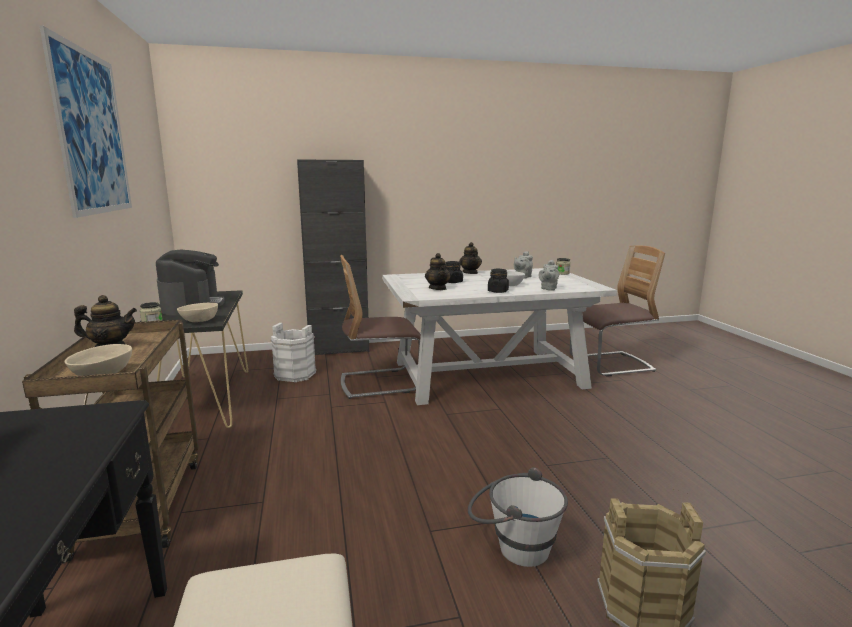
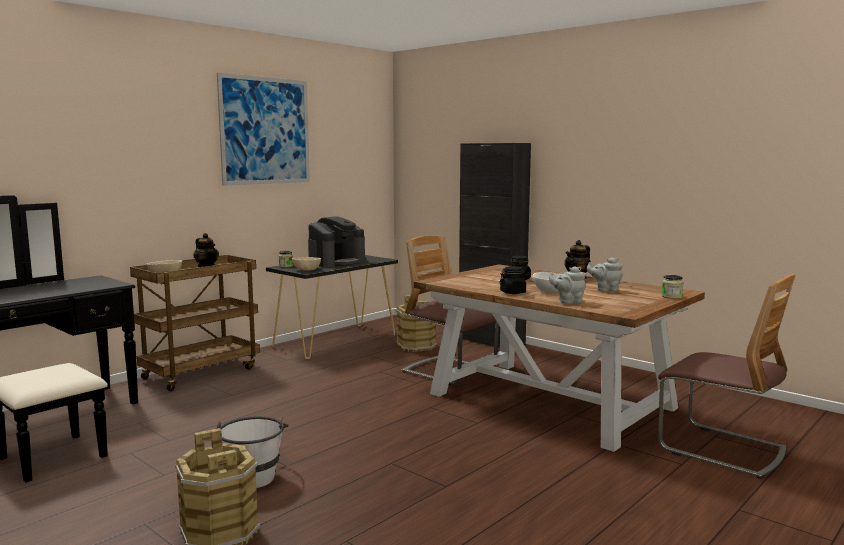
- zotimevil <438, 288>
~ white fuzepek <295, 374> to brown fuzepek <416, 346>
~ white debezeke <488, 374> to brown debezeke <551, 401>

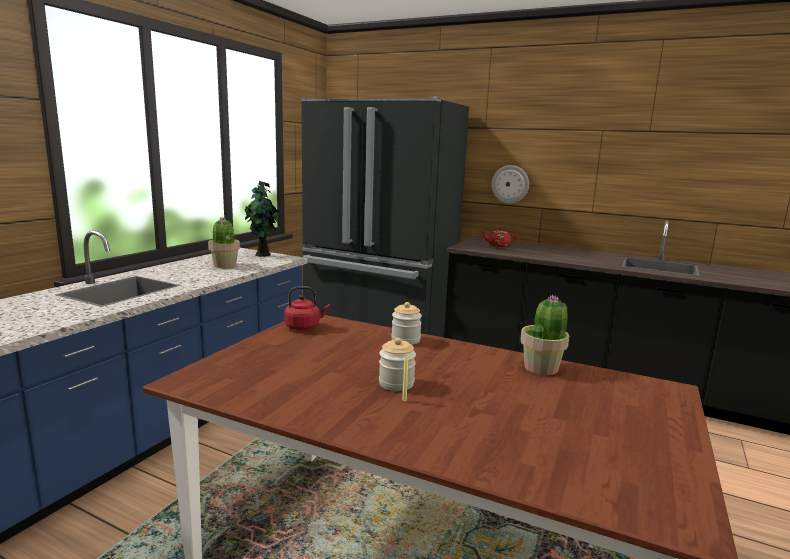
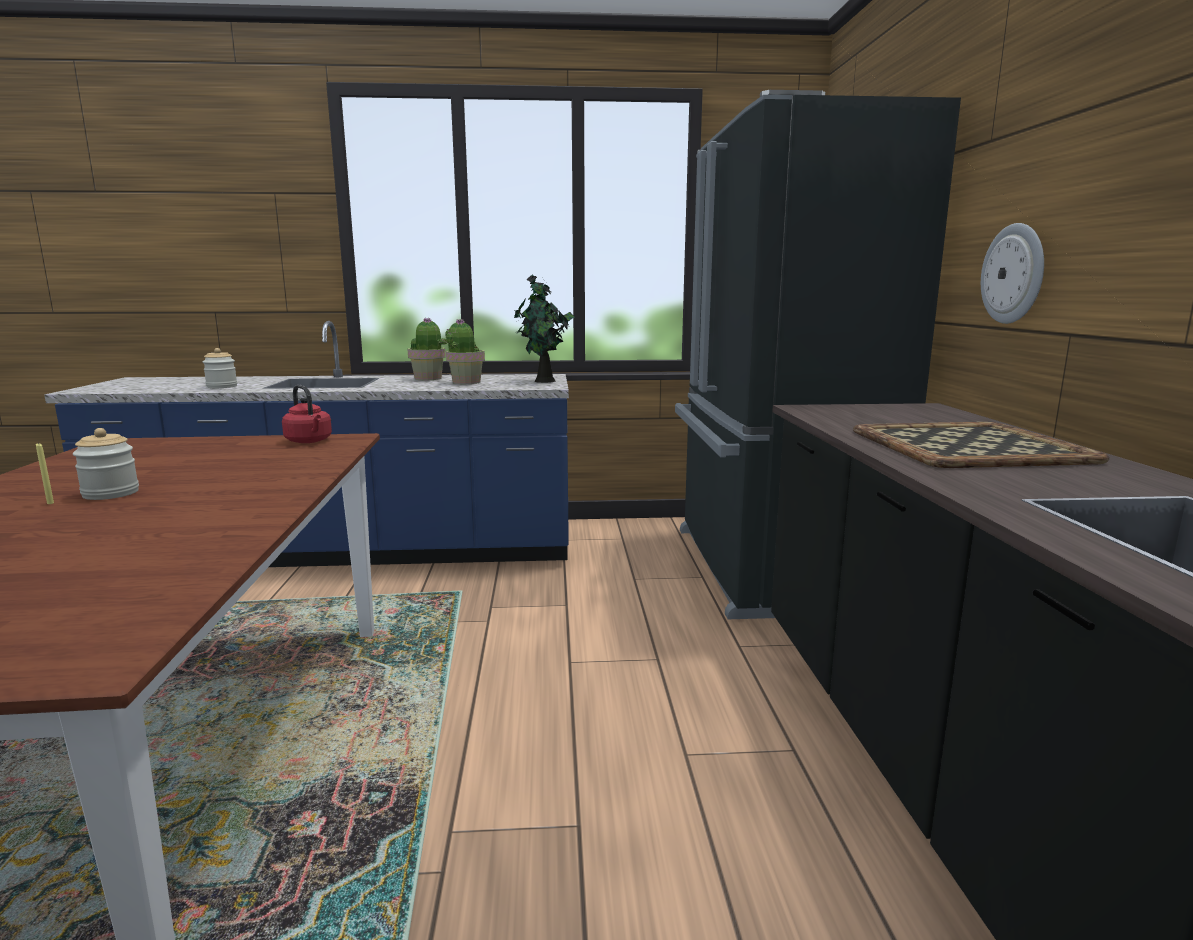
- red zotimevil <498, 245>
+ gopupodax <968, 445>
~ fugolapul <405, 340> to <222, 386>
~ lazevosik <541, 368> to <428, 378>

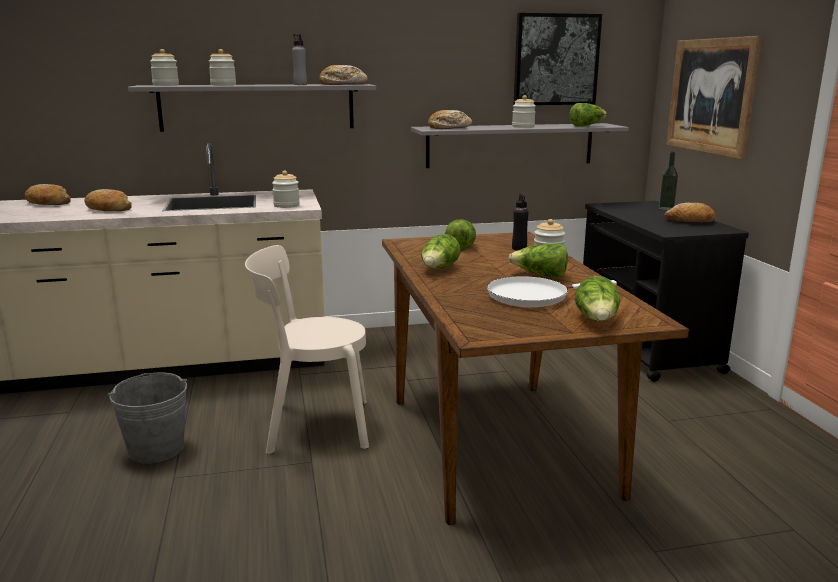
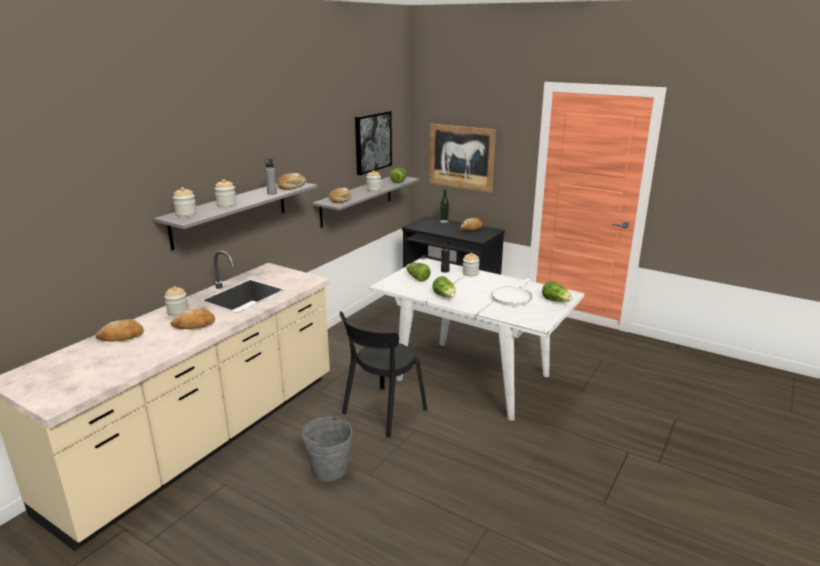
- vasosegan <540, 275>
~ fugolapul <286, 205> to <178, 312>
~ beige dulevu <312, 425> to black dulevu <382, 413>
~ brown debezeke <497, 442> to white debezeke <471, 378>

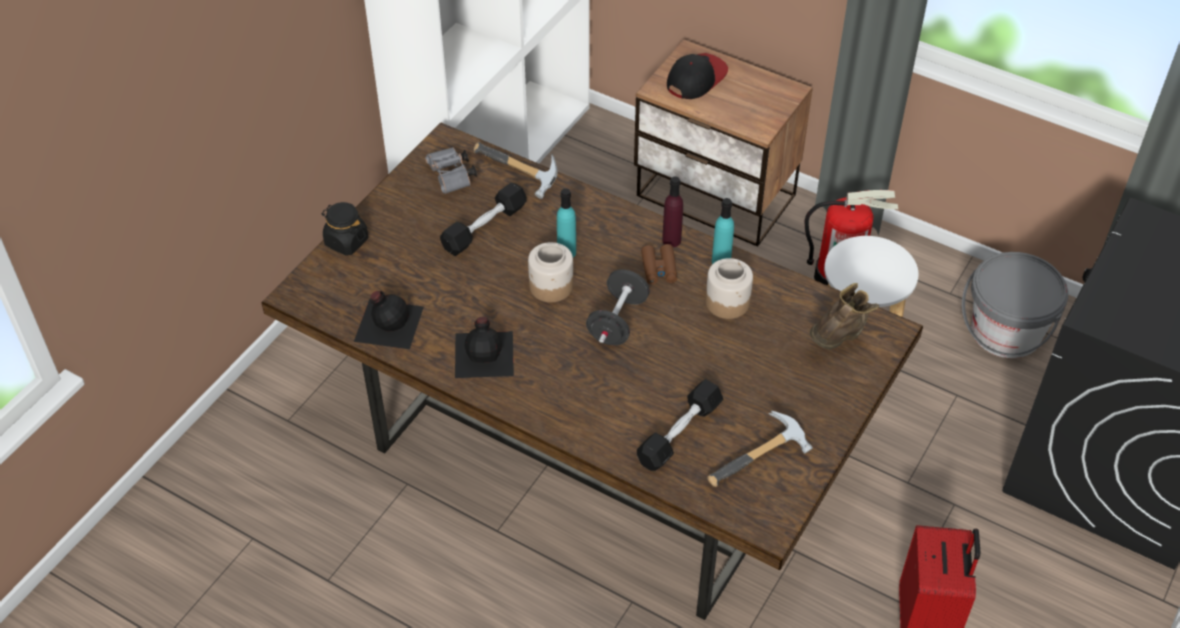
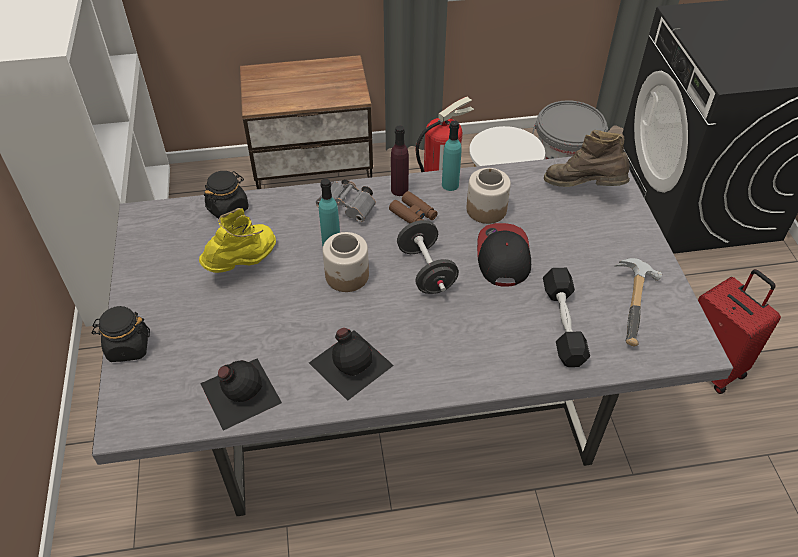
~ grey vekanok <452, 178> to <349, 208>
~ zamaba <696, 78> to <503, 256>
~ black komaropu <484, 228> to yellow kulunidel <244, 263>
~ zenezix <516, 175> to black fugolapul <228, 209>
~ brown debezeke <588, 450> to grey debezeke <397, 401>
~ brown kulunidel <840, 337> = <583, 188> 60 degrees counterclockwise

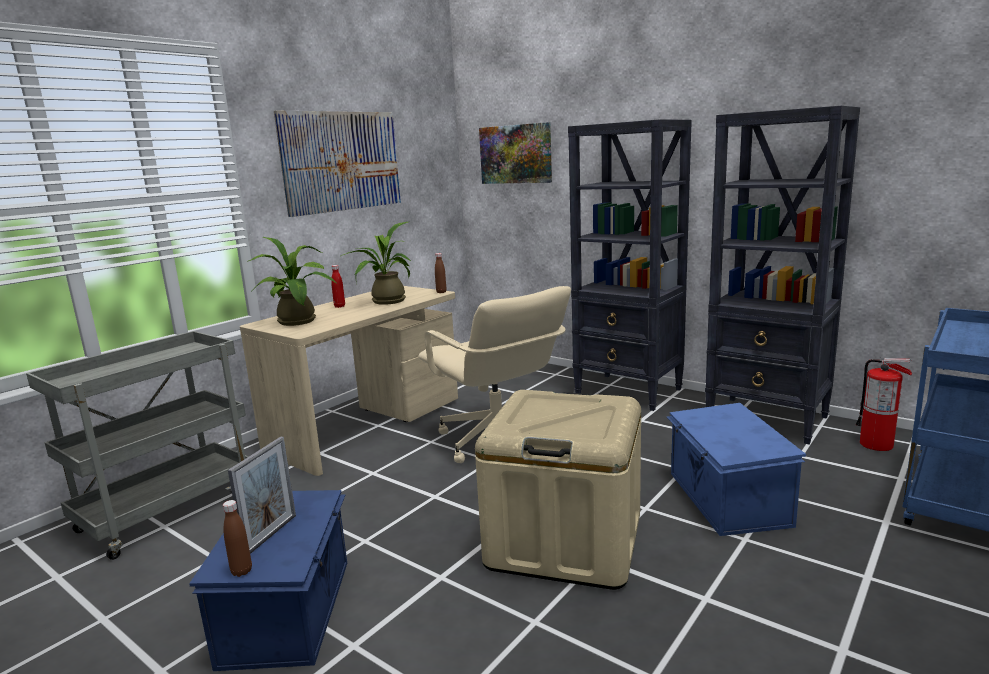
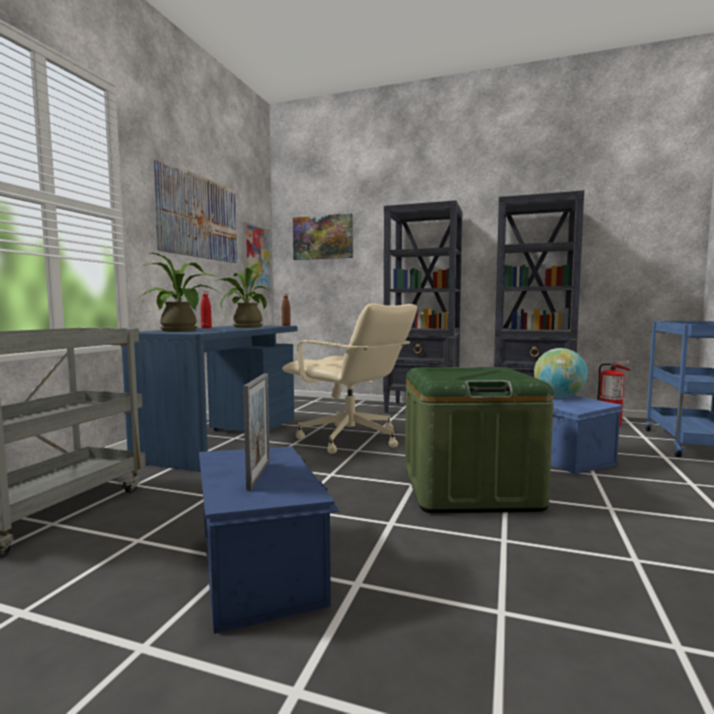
- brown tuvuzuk <241, 571>
+ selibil <256, 257>
+ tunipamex <559, 396>
~ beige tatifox <368, 425> to blue tatifox <225, 438>
~ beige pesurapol <565, 540> to green pesurapol <469, 488>

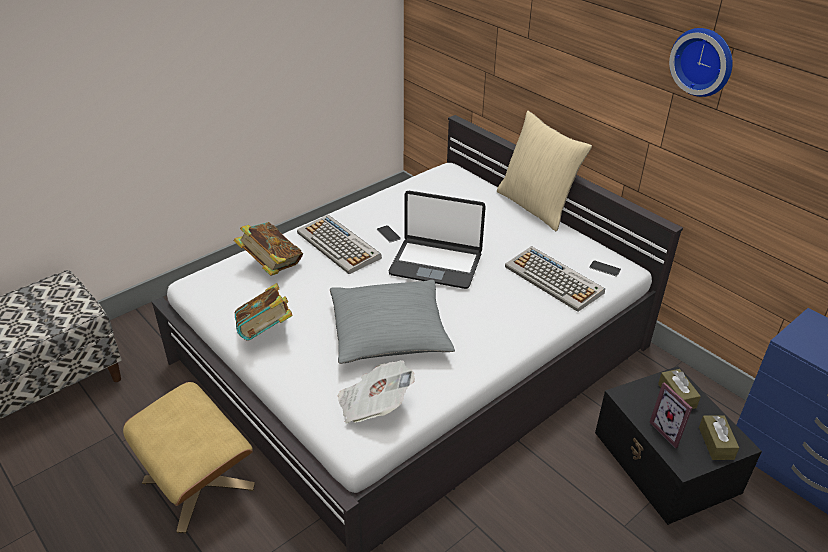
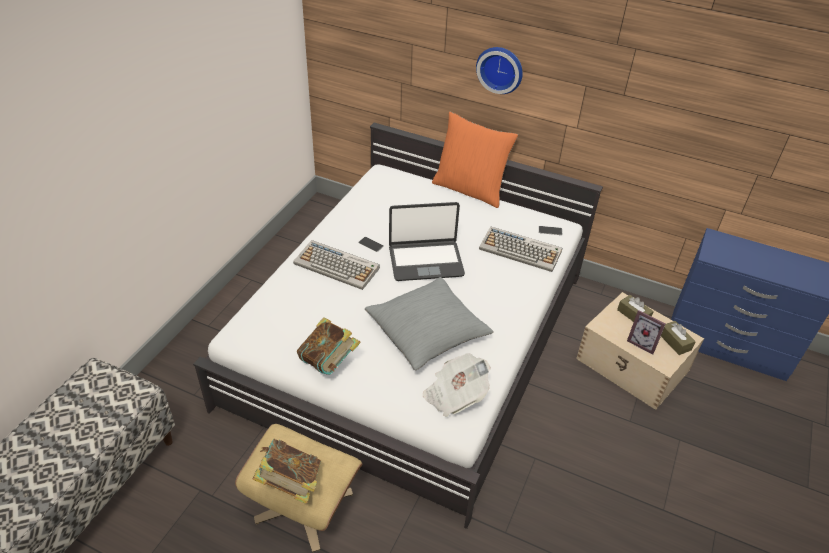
~ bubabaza <271, 266> to <290, 483>
~ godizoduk <703, 61> to <500, 69>
~ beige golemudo <536, 206> to orange golemudo <470, 189>
~ black pesurapol <666, 463> to beige pesurapol <633, 365>

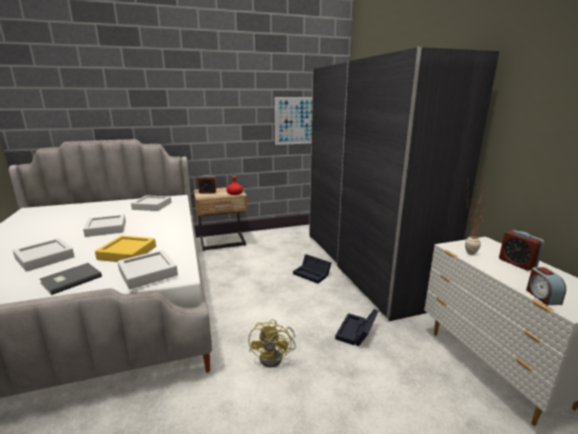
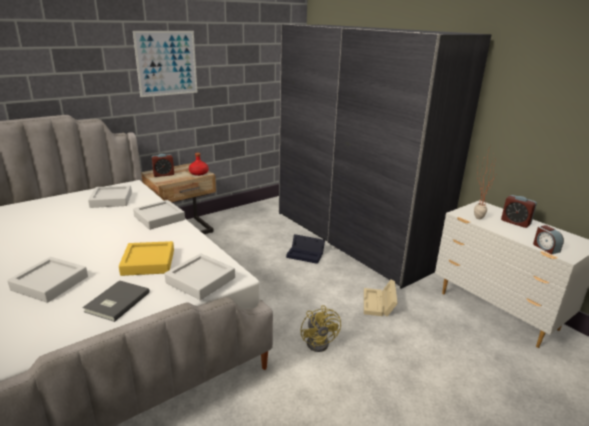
~ grey gopupodax <106, 228> to <159, 218>
~ selibil <296, 121> to <166, 63>
~ black pesurapol <356, 333> to beige pesurapol <379, 304>

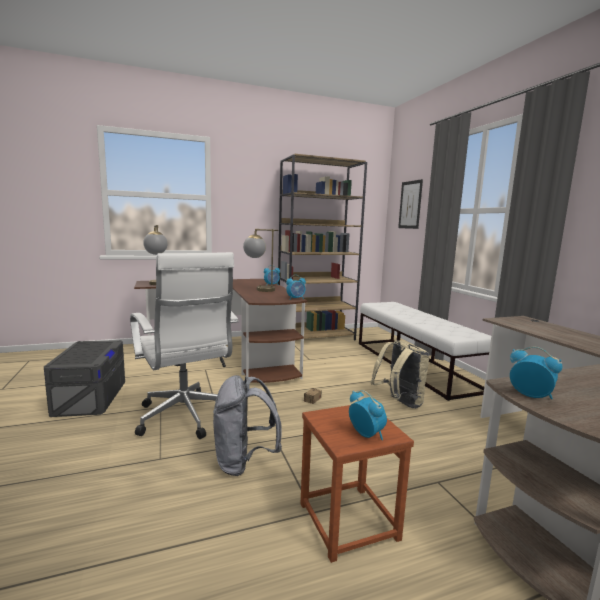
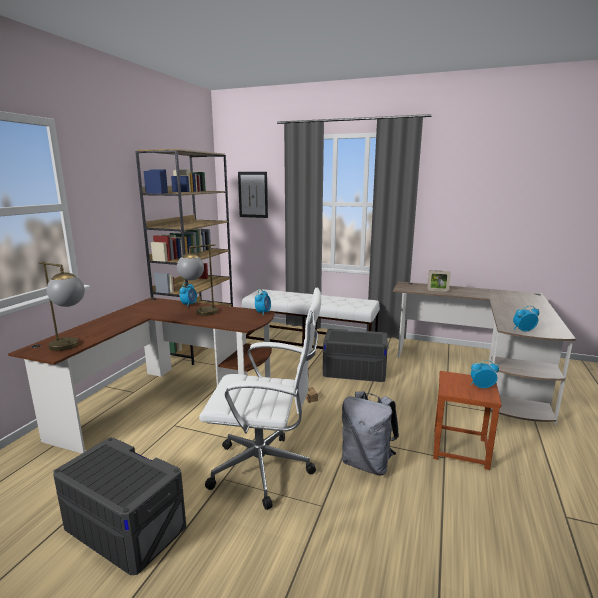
+ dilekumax <437, 290>
~ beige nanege <399, 403> to grey pesurapol <354, 371>

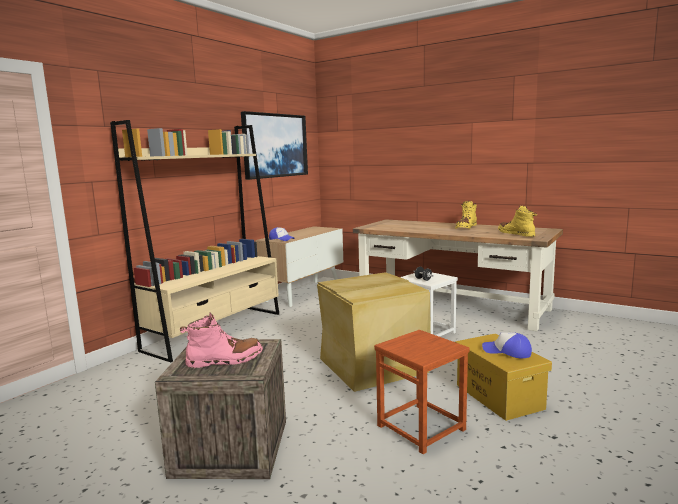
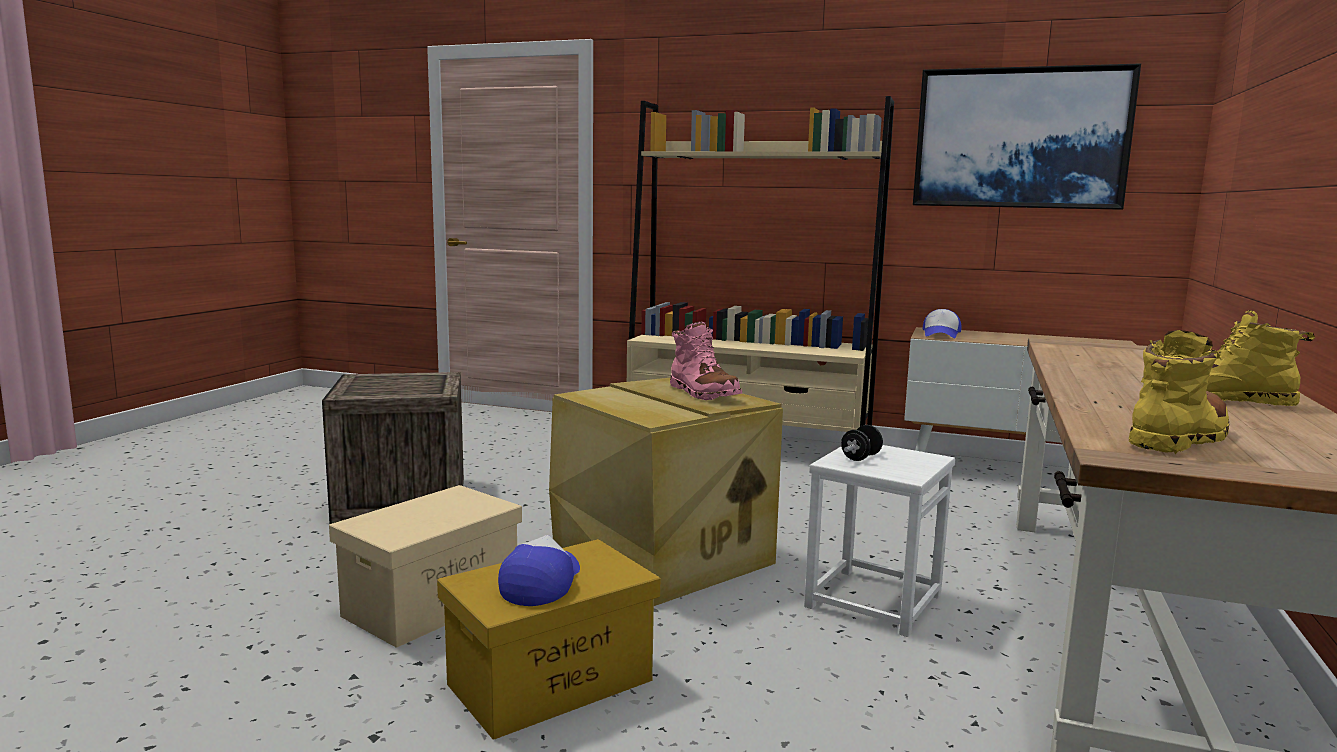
~ pink kulunidel <224, 360> to <703, 393>
~ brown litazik <421, 427> to beige pesurapol <431, 605>

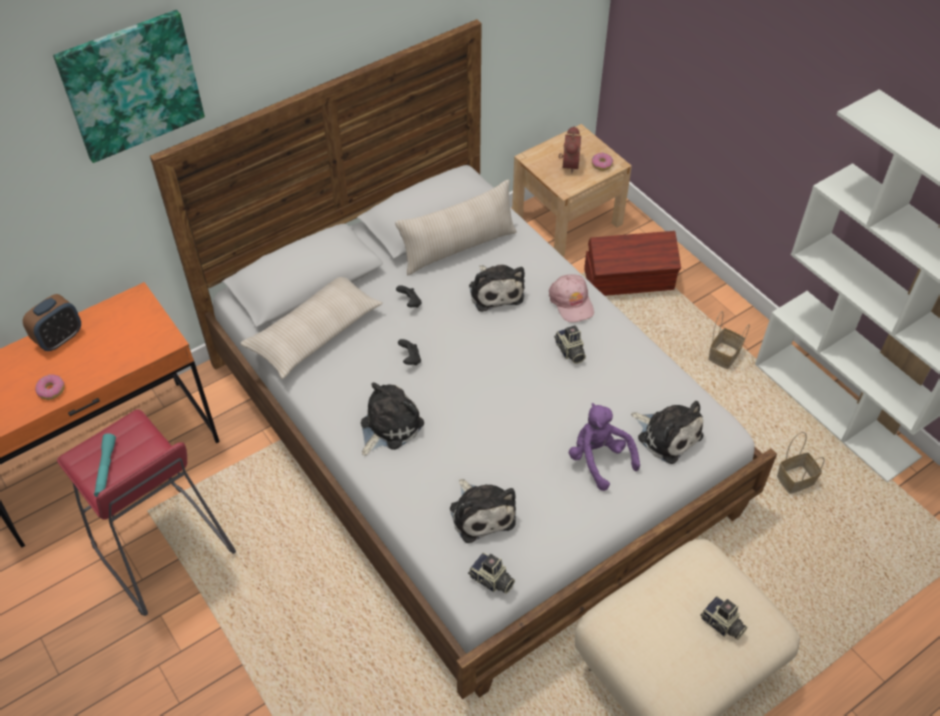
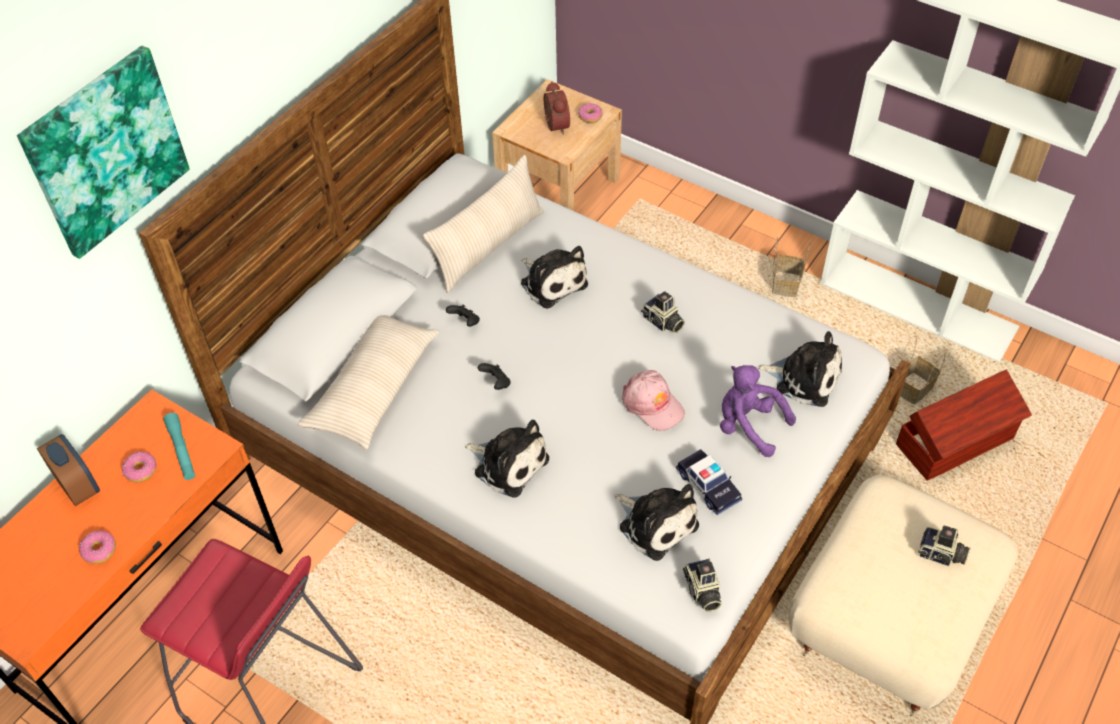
+ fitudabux <141, 470>
+ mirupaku <708, 486>
~ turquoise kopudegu <106, 468> to <181, 450>
~ pink zamaba <571, 302> to <652, 404>
~ brown pesurapol <629, 280> to <956, 442>
~ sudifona <60, 338> = <79, 486> 60 degrees counterclockwise
~ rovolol <388, 426> = <508, 464> 105 degrees clockwise
~ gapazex <491, 581> = <702, 592> 60 degrees clockwise

